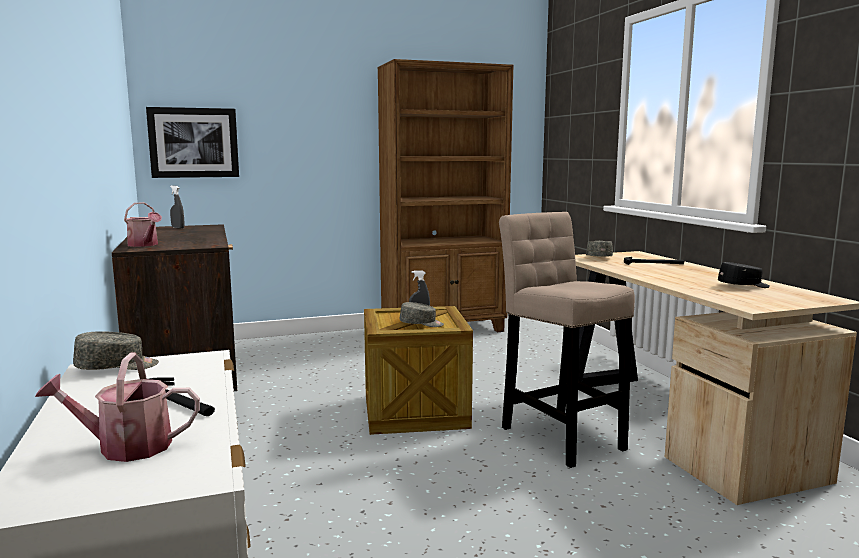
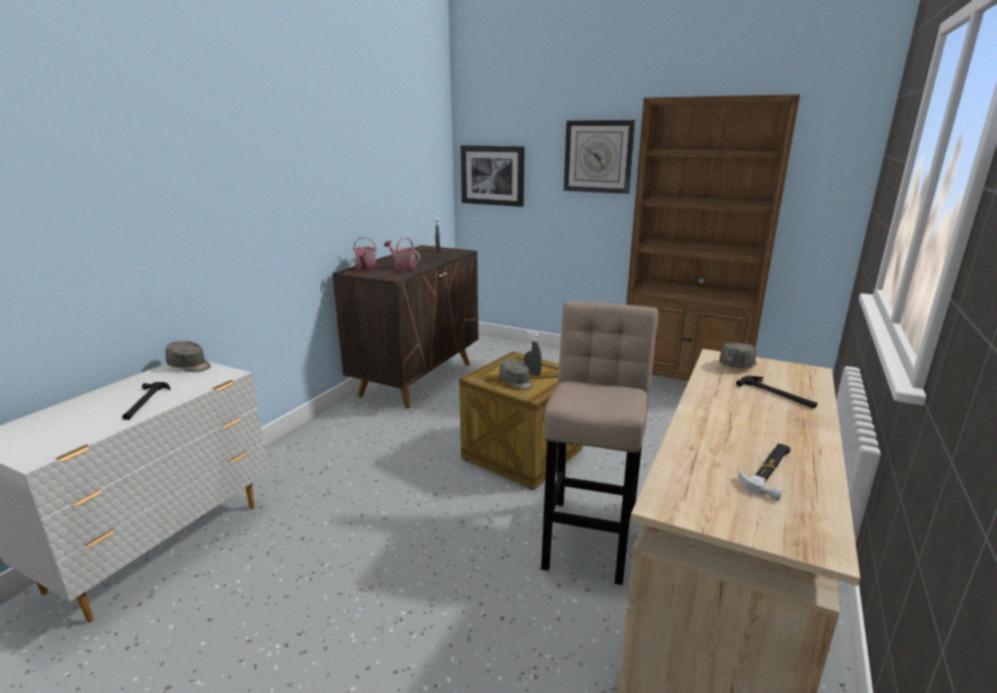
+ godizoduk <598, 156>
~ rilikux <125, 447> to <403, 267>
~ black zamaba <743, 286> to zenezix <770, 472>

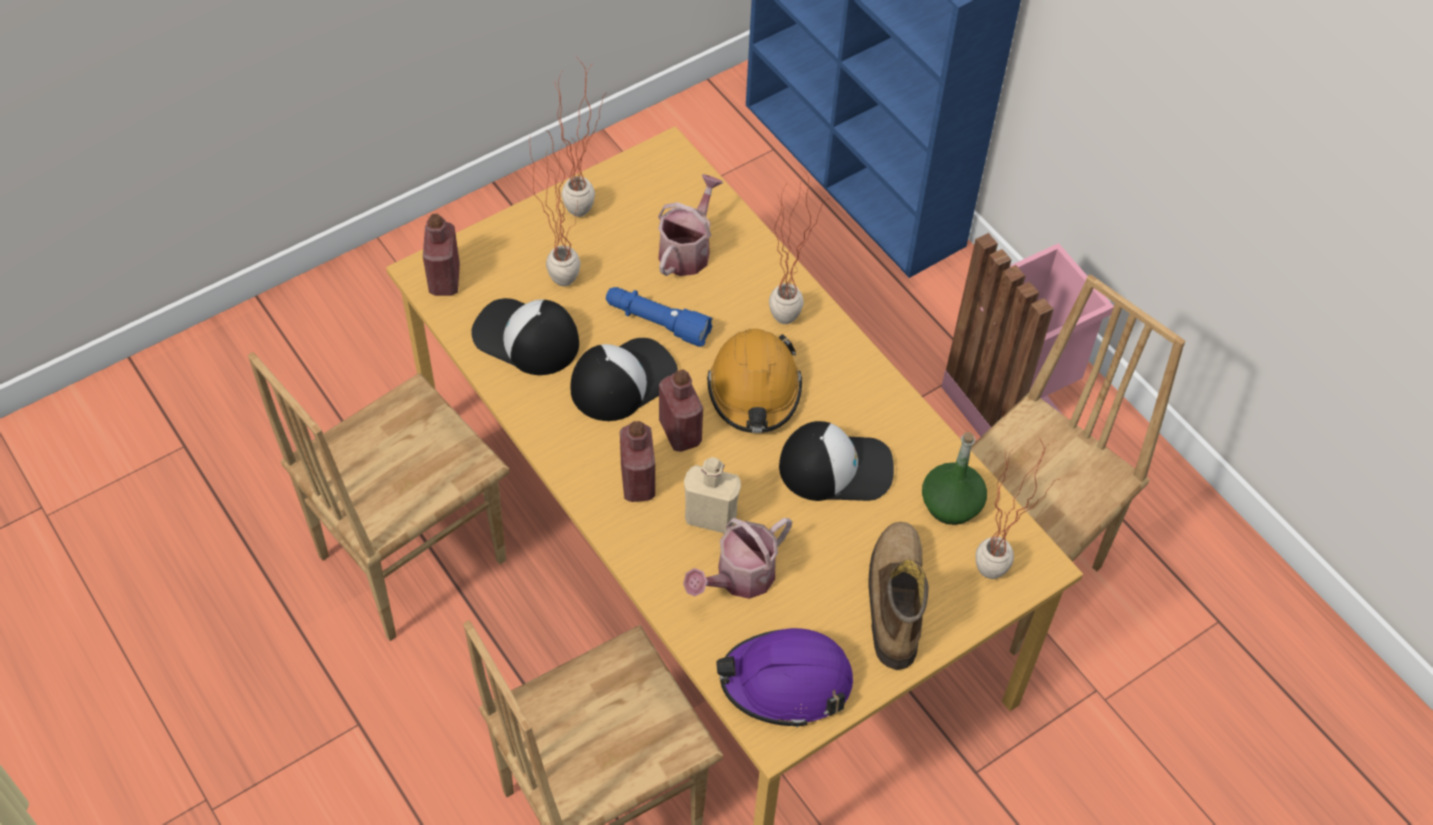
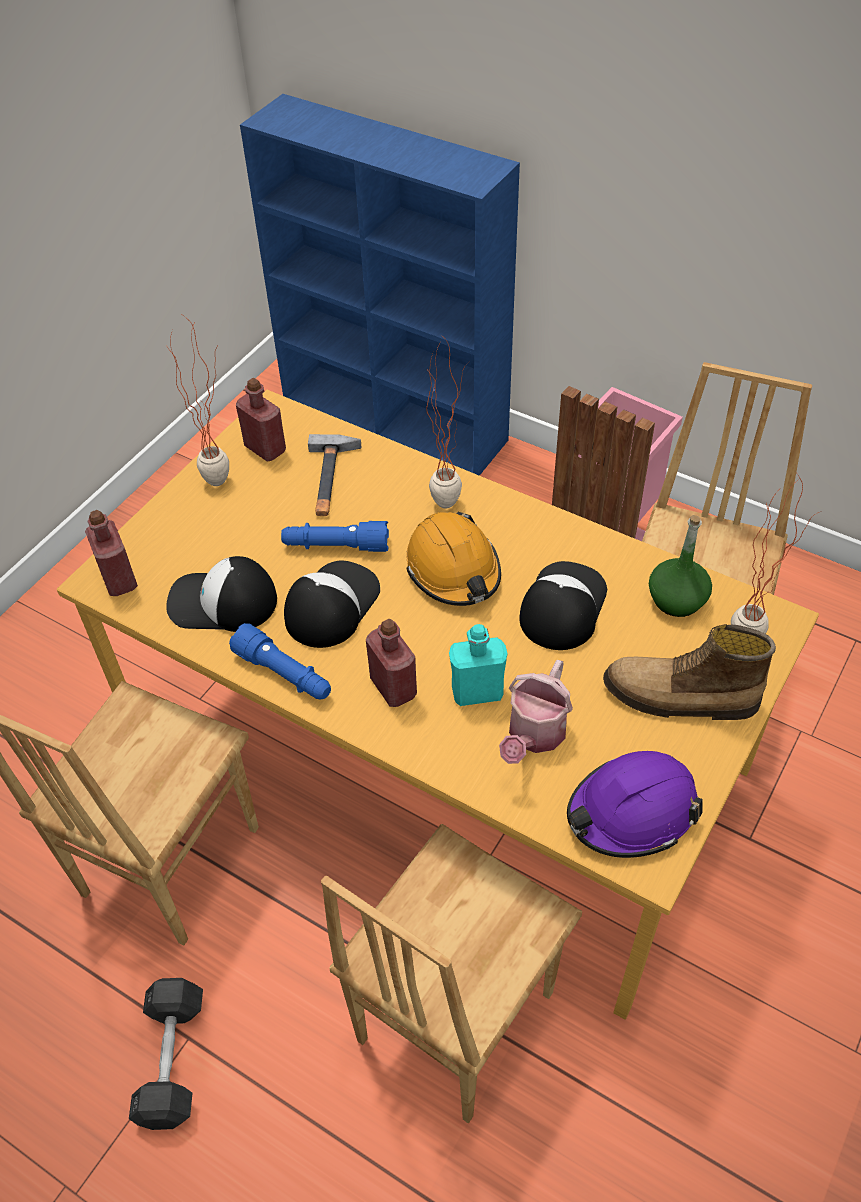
- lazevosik <561, 272>
+ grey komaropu <172, 1060>
+ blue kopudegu <284, 674>
~ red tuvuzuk <680, 432> to <265, 449>
~ rilikux <687, 250> to zenezix <331, 479>
~ beige tuvuzuk <710, 518> to turquoise tuvuzuk <477, 692>
~ zamaba <836, 467> = <562, 606> 45 degrees counterclockwise
~ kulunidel <894, 599> = <680, 698> 60 degrees counterclockwise

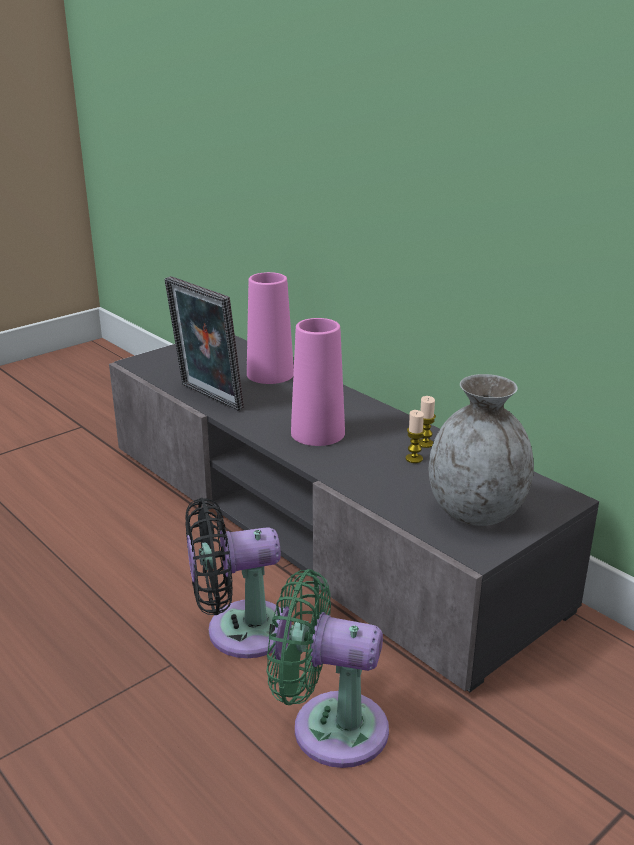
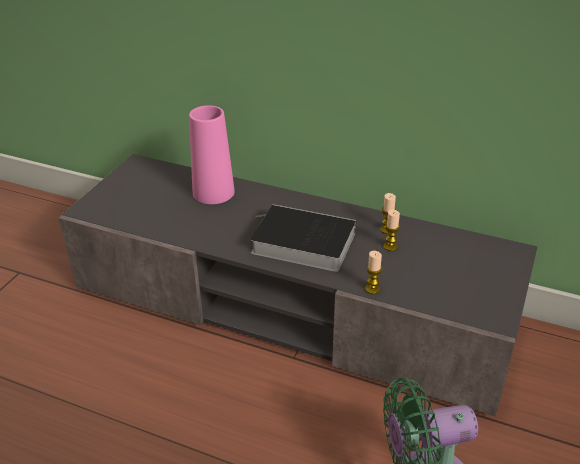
- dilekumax <207, 398>
- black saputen <239, 631>
- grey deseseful <477, 512>
+ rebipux <372, 289>
~ pink deseseful <317, 433> to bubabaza <300, 243>

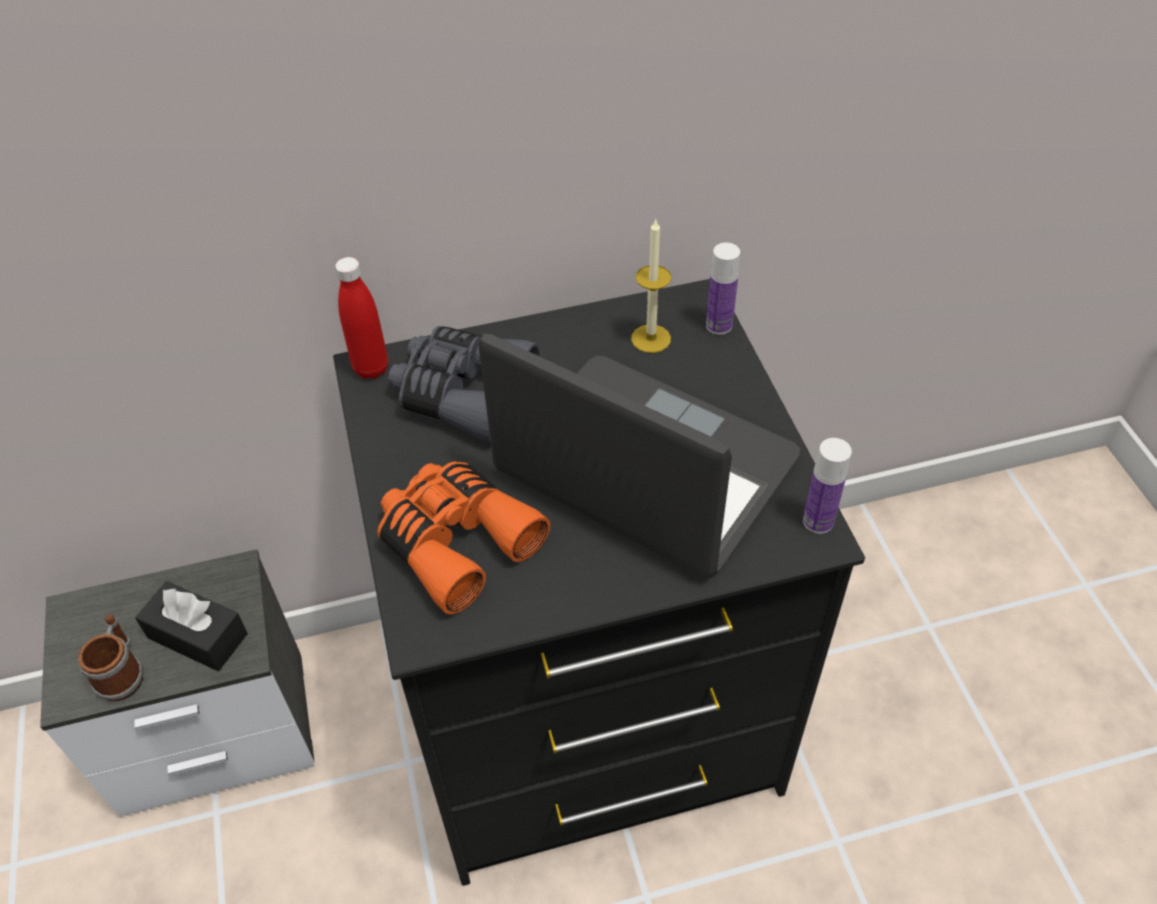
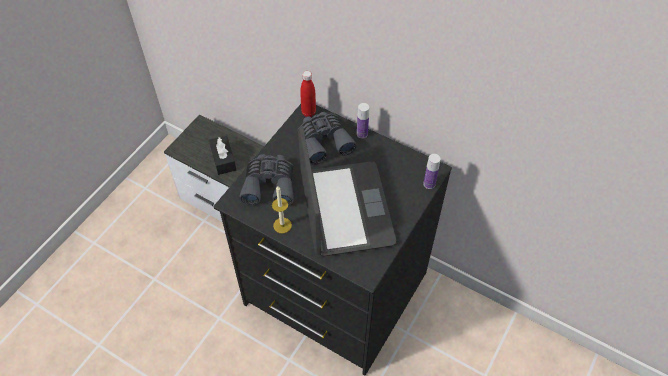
- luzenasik <123, 672>
~ rebipux <651, 338> to <282, 225>
~ tuvuzuk <818, 521> to <362, 134>
~ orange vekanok <456, 541> to grey vekanok <269, 184>

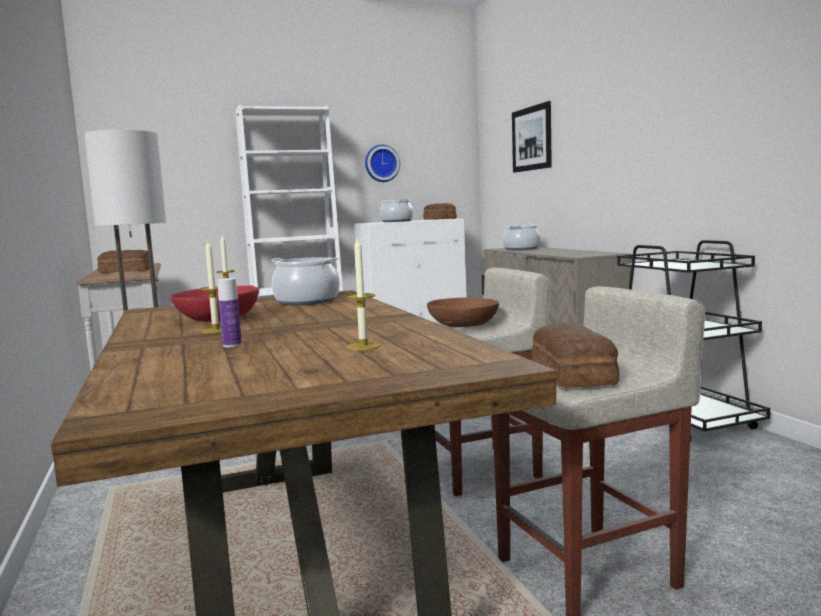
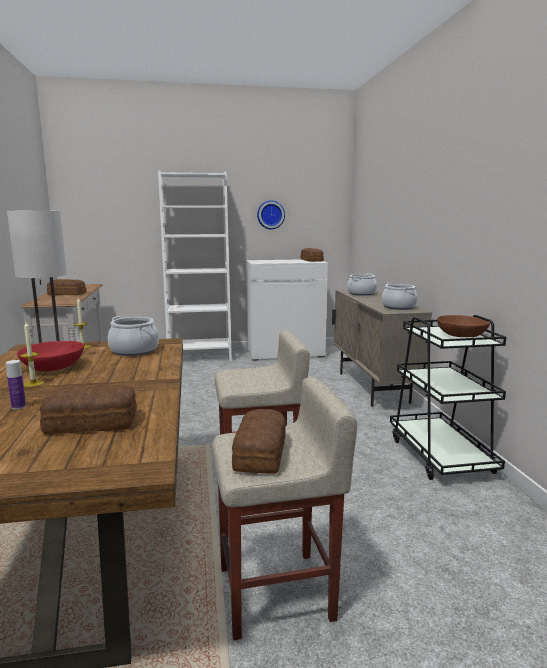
- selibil <531, 138>
~ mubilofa <397, 221> to <398, 307>
~ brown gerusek <463, 325> to <461, 335>
~ rebipux <363, 346> to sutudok <92, 424>

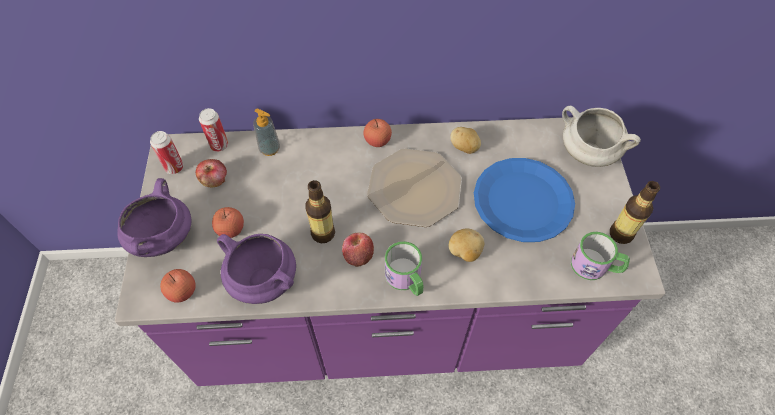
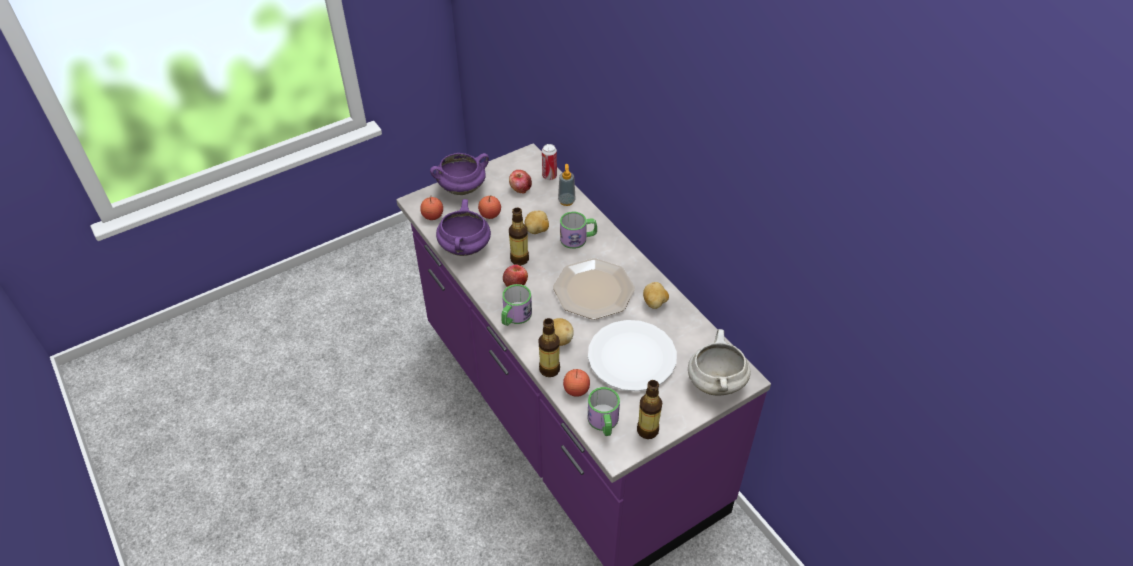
- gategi <174, 167>
+ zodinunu <537, 230>
+ tuvuzuk <549, 369>
+ luzenasik <578, 238>
~ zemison <377, 141> to <576, 390>
~ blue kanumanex <522, 201> to white kanumanex <631, 357>

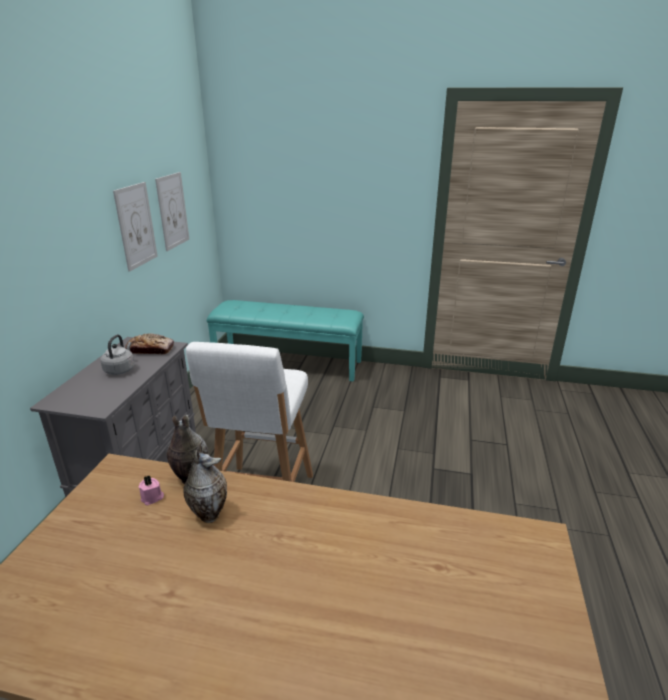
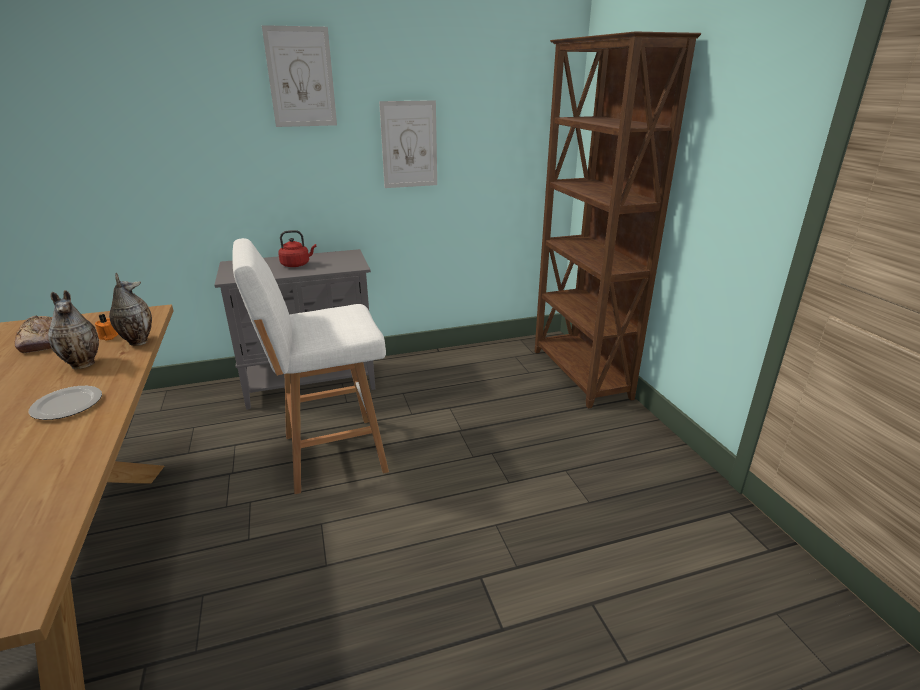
+ kanumanex <68, 404>
~ sutudok <150, 350> to <41, 340>
~ selibil <172, 211> to <301, 77>
~ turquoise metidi <288, 363> to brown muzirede <579, 374>
~ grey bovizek <120, 369> to red bovizek <297, 264>
~ pink rebipux <152, 498> to orange rebipux <108, 337>

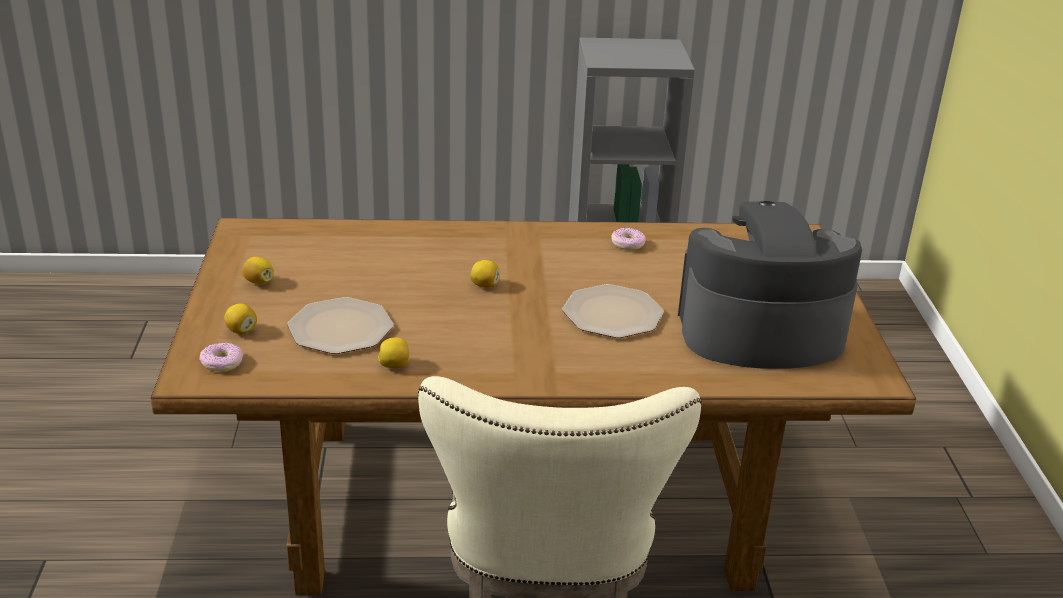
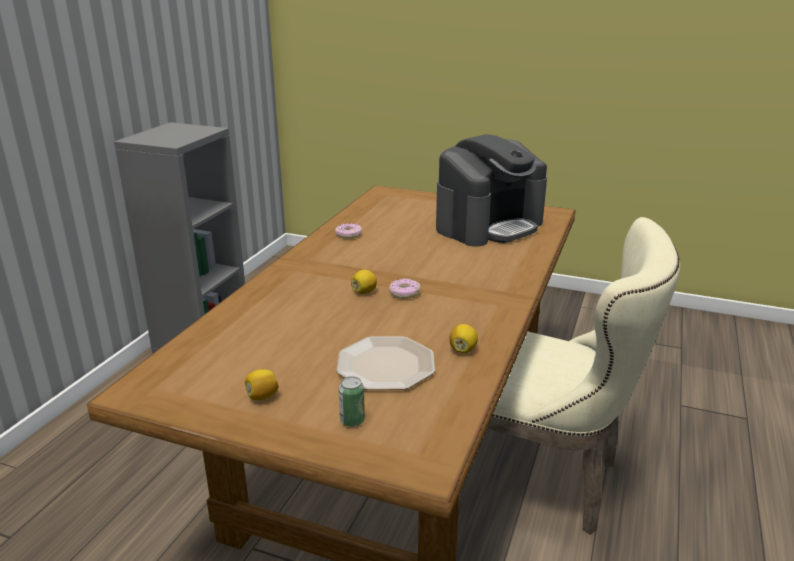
- kanumanex <613, 313>
~ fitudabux <222, 362> to <404, 293>
~ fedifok <241, 330> to gategi <352, 421>
~ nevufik <759, 332> = <489, 225> 150 degrees counterclockwise

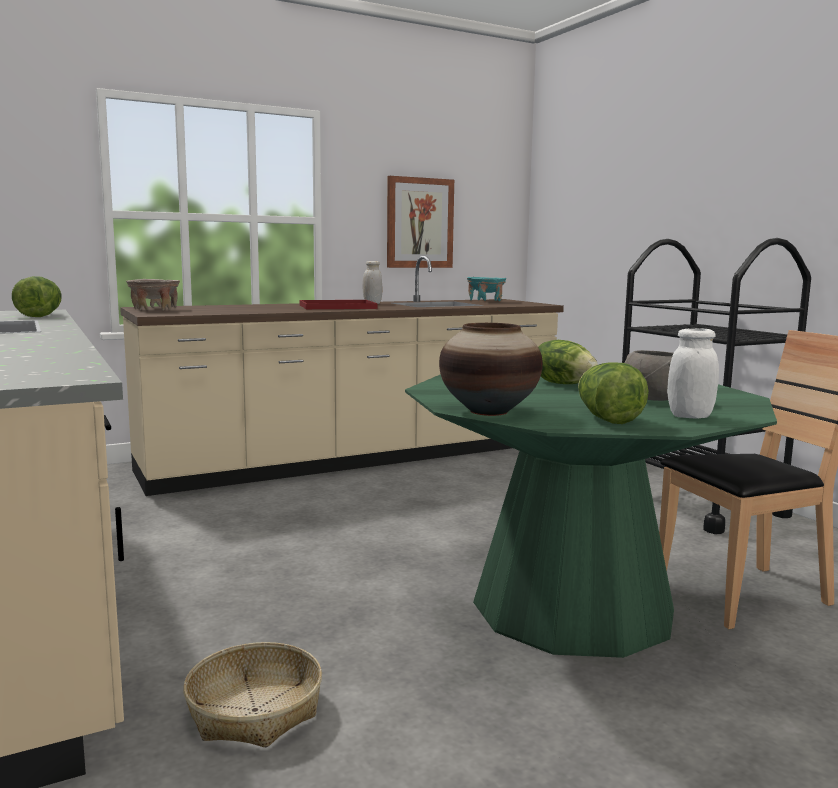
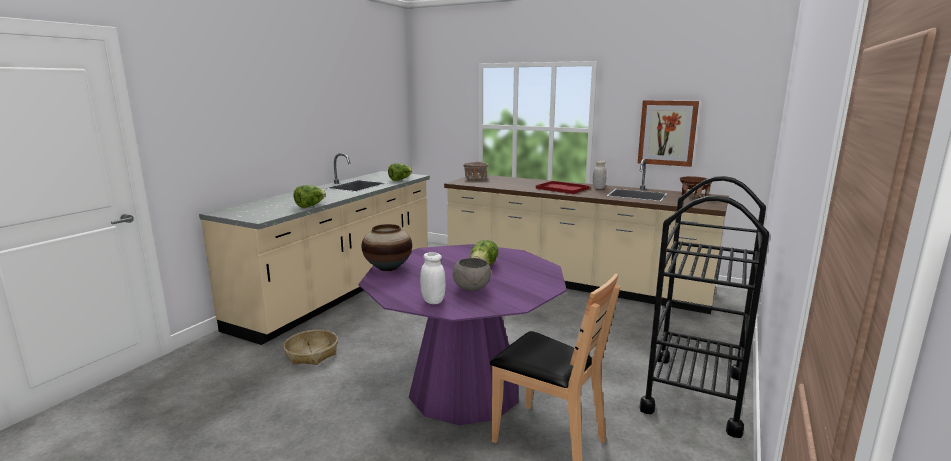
~ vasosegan <606, 419> to <310, 206>
~ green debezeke <572, 606> to purple debezeke <464, 389>
~ turquoise gerusek <485, 301> to brown gerusek <693, 196>

